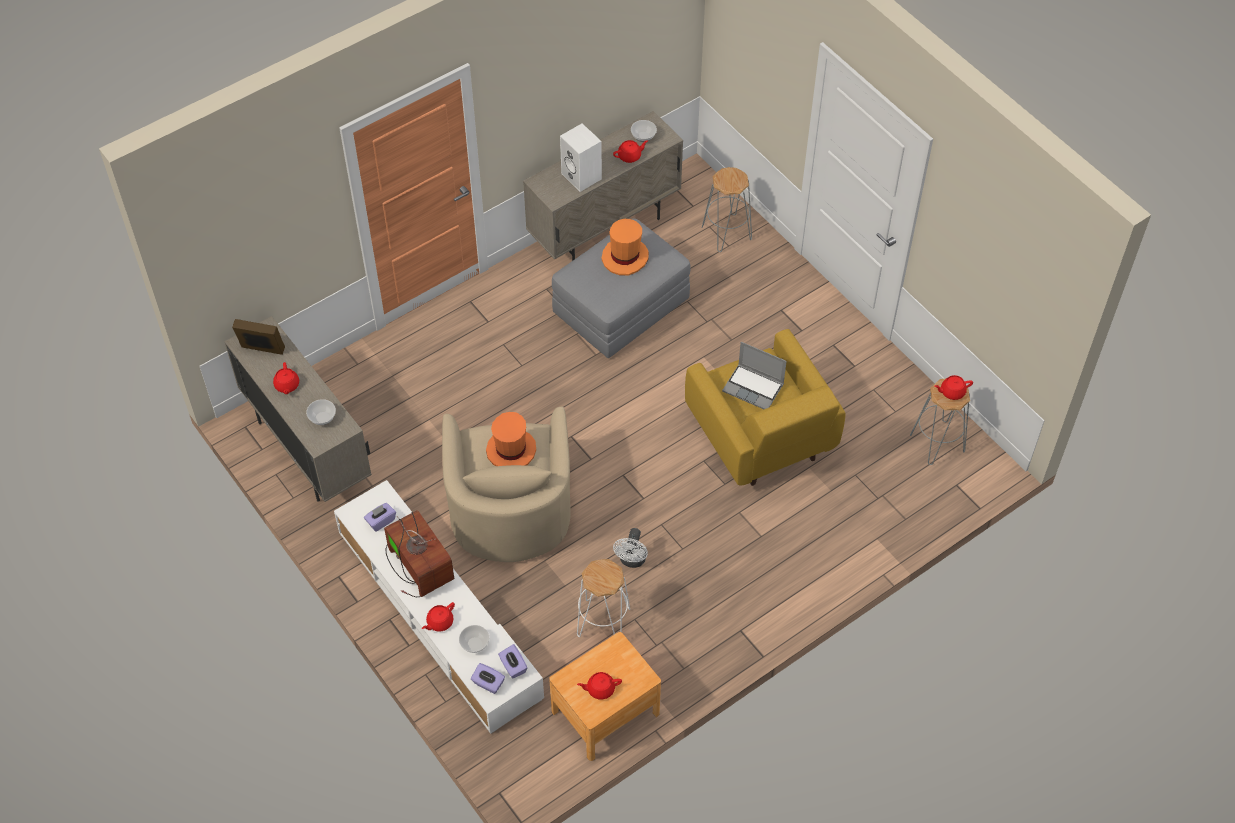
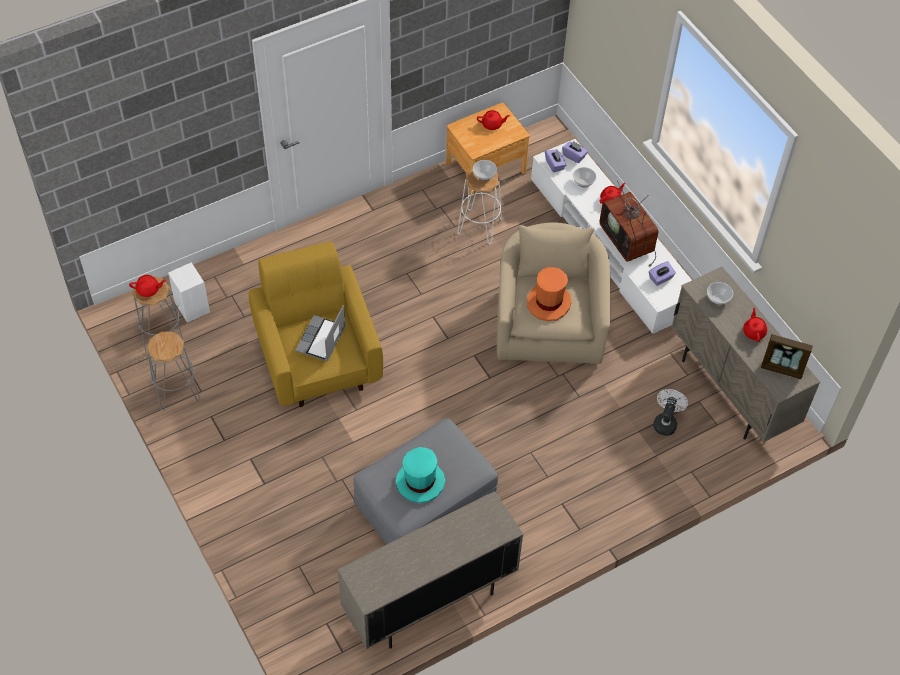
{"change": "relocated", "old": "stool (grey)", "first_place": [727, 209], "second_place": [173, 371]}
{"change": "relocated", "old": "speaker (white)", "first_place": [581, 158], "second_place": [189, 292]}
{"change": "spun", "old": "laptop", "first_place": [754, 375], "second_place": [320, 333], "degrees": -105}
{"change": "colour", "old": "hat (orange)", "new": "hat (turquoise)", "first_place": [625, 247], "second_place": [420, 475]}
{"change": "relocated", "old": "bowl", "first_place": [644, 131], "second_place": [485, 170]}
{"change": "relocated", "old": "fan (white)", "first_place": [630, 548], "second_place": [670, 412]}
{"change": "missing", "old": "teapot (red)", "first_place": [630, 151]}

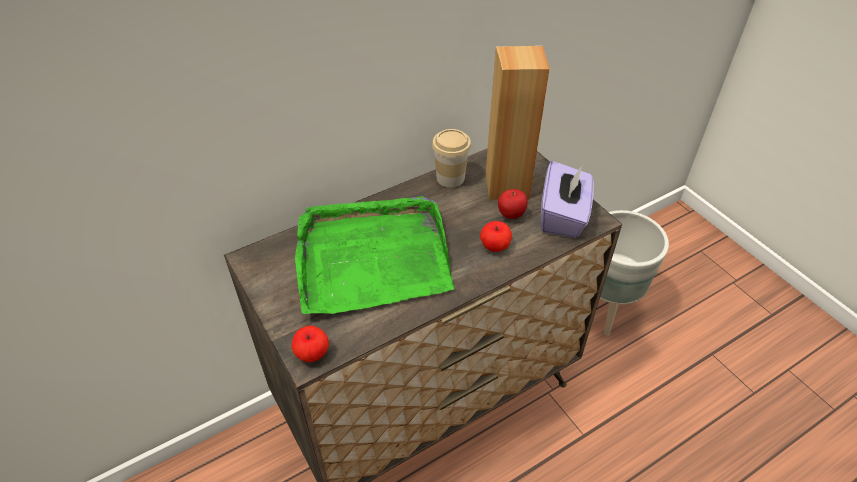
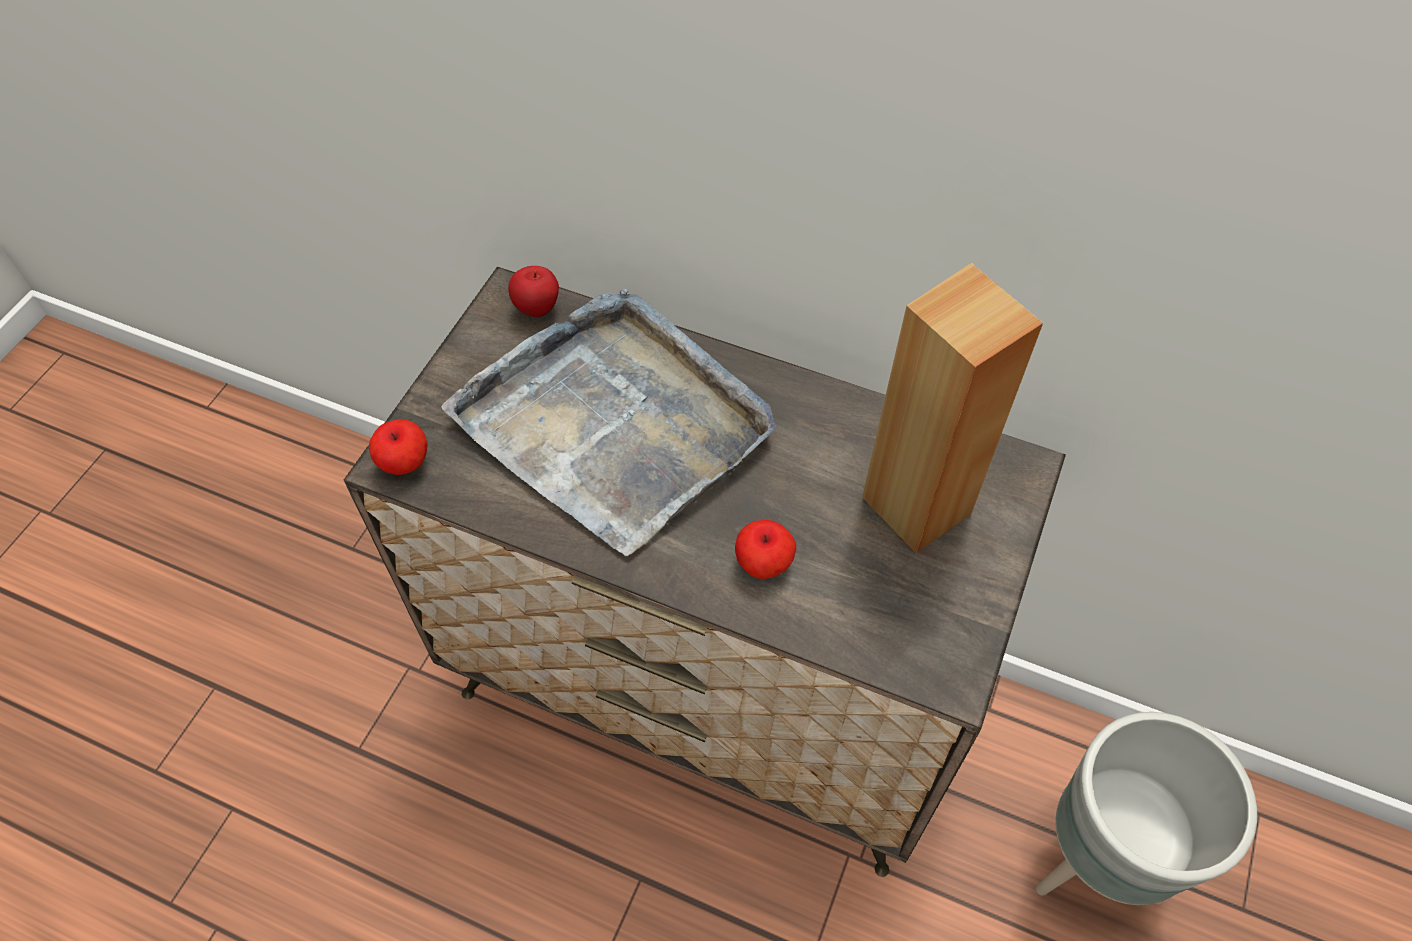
{"change": "colour", "old": "tray (green)", "new": "tray (grey)", "first_place": [374, 255], "second_place": [608, 422]}
{"change": "relocated", "old": "apple", "first_place": [513, 204], "second_place": [533, 291]}
{"change": "missing", "old": "cup", "first_place": [451, 158]}
{"change": "missing", "old": "tissue box (purple)", "first_place": [567, 199]}

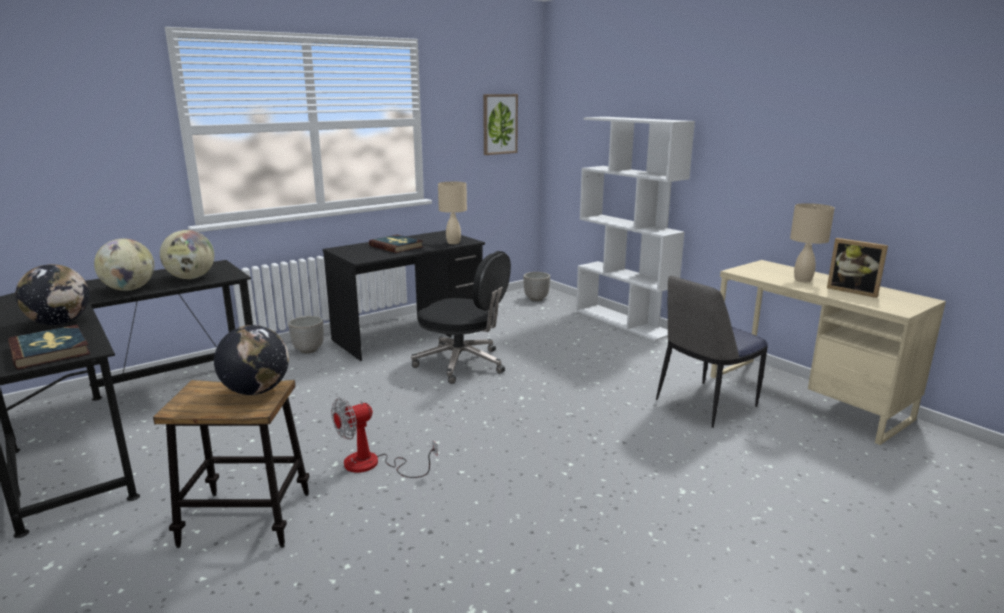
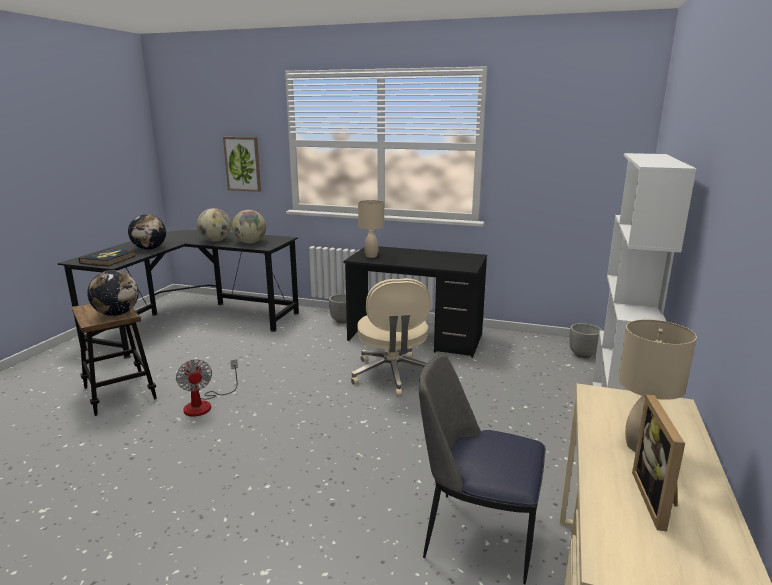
{"change": "spun", "old": "fan", "first_place": [384, 437], "second_place": [207, 388], "degrees": -135}
{"change": "relocated", "old": "picture", "first_place": [500, 124], "second_place": [242, 164]}
{"change": "colour", "old": "office chair (black)", "new": "office chair (beige)", "first_place": [461, 317], "second_place": [391, 337]}
{"change": "relocated", "old": "table lamp (beige)", "first_place": [452, 213], "second_place": [371, 229]}
{"change": "missing", "old": "book", "first_place": [396, 244]}

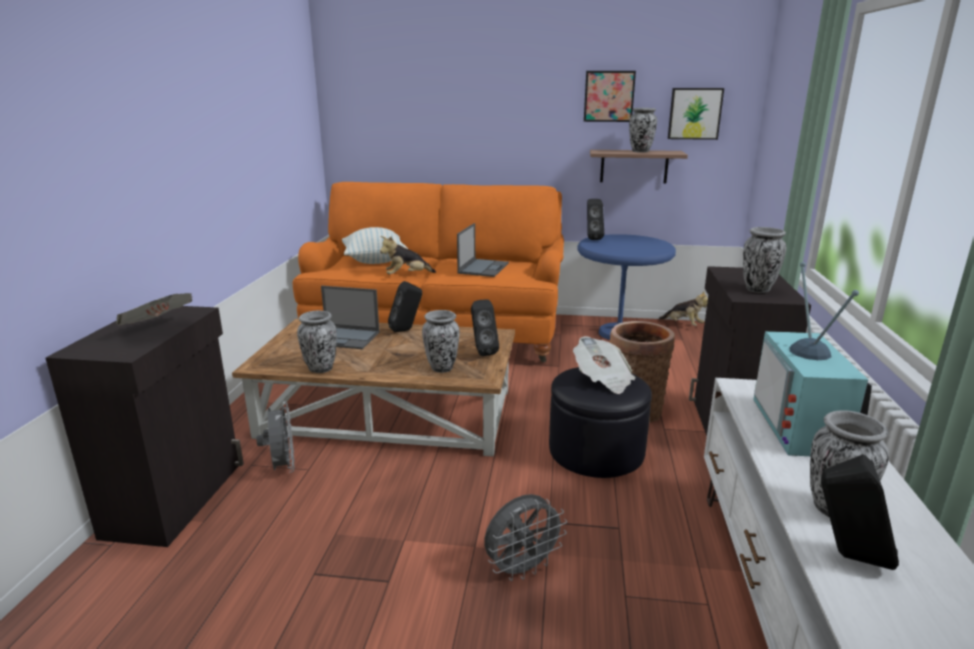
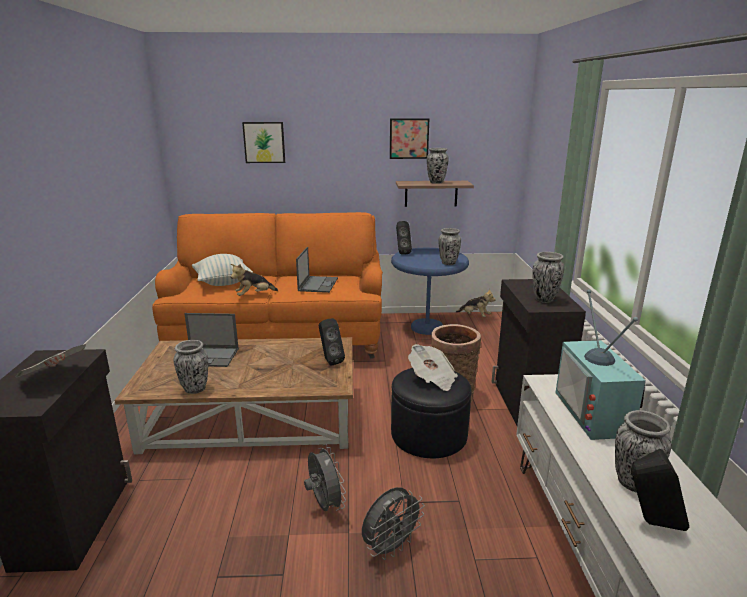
{"change": "relocated", "old": "picture", "first_place": [696, 114], "second_place": [263, 142]}
{"change": "relocated", "old": "fan (grey)", "first_place": [275, 437], "second_place": [325, 477]}
{"change": "relocated", "old": "vase", "first_place": [441, 341], "second_place": [449, 246]}
{"change": "missing", "old": "speaker (black)", "first_place": [405, 306]}

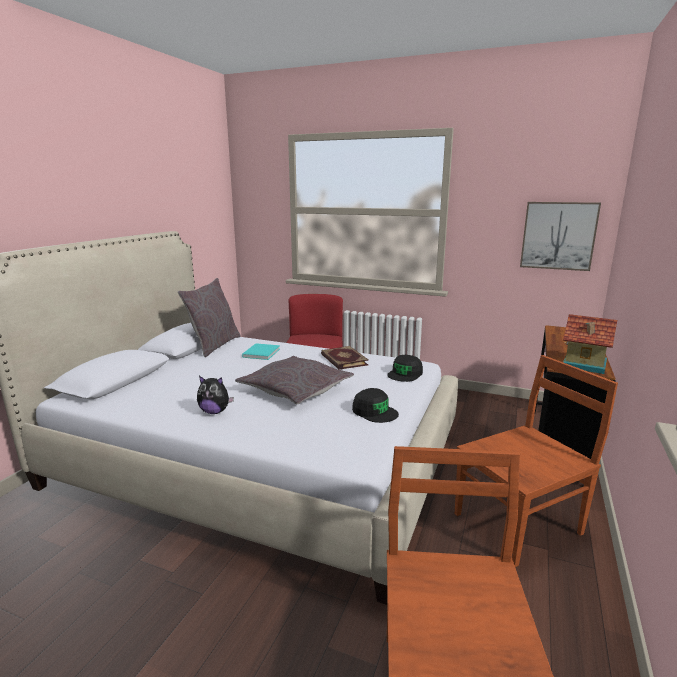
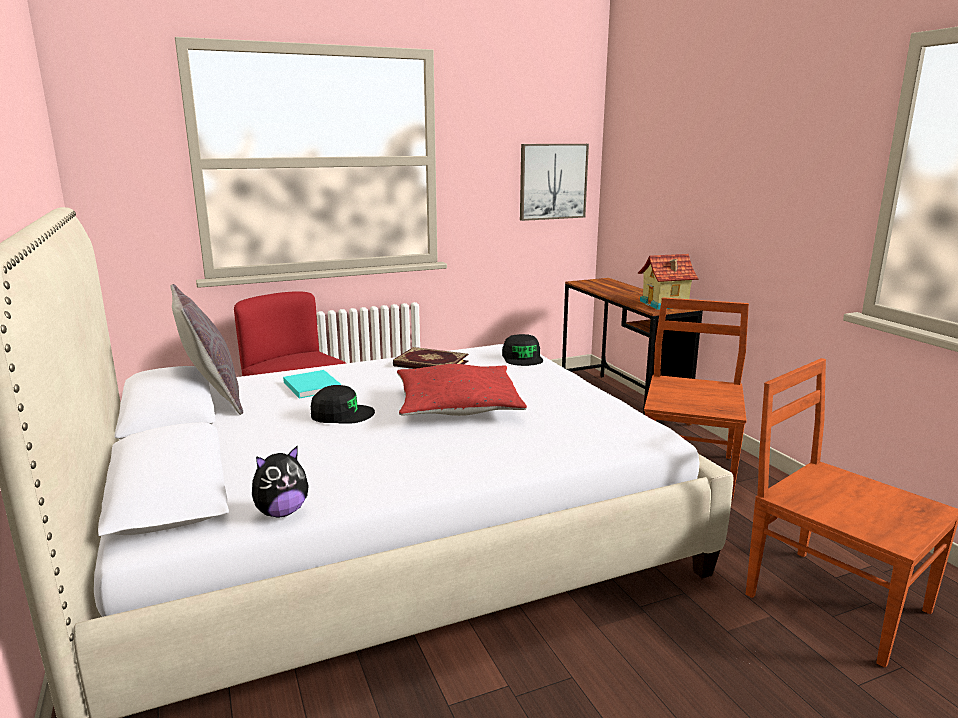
{"change": "relocated", "old": "plush toy", "first_place": [215, 395], "second_place": [280, 481]}
{"change": "relocated", "old": "cap (black)", "first_place": [375, 405], "second_place": [343, 404]}
{"change": "colour", "old": "pillow (grey)", "new": "pillow (red)", "first_place": [294, 380], "second_place": [462, 390]}

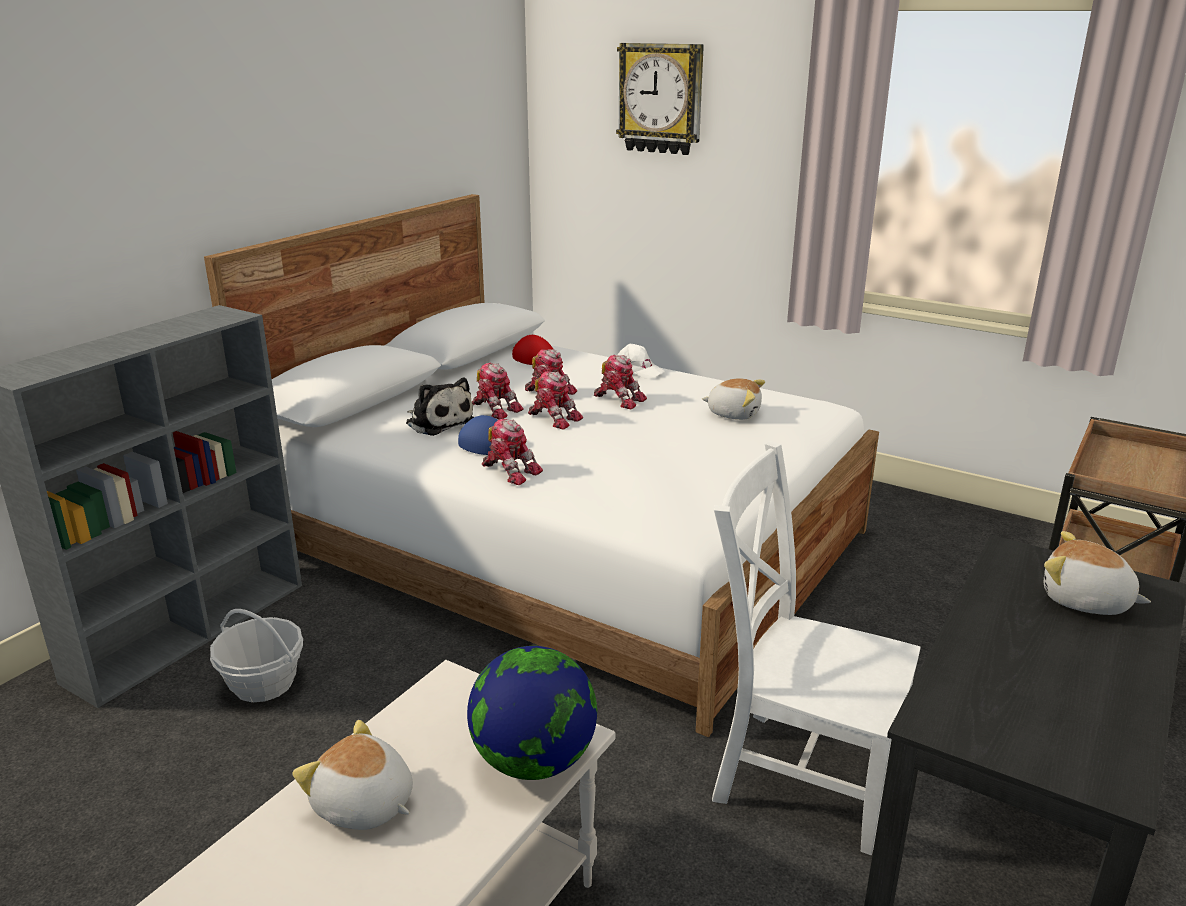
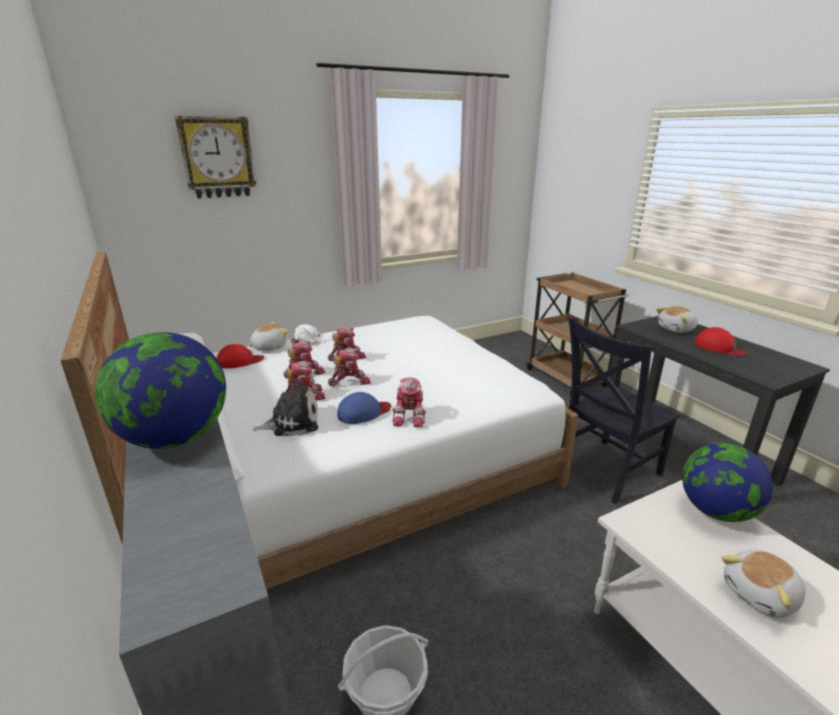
{"change": "appeared", "new": "globe", "second_place": [160, 390]}
{"change": "relocated", "old": "plush toy", "first_place": [733, 399], "second_place": [267, 336]}
{"change": "spun", "old": "toy robot", "first_place": [512, 451], "second_place": [409, 402], "degrees": 120}
{"change": "colour", "old": "chair (white)", "new": "chair (black)", "first_place": [816, 648], "second_place": [624, 410]}
{"change": "appeared", "new": "cap (red)", "second_place": [721, 341]}

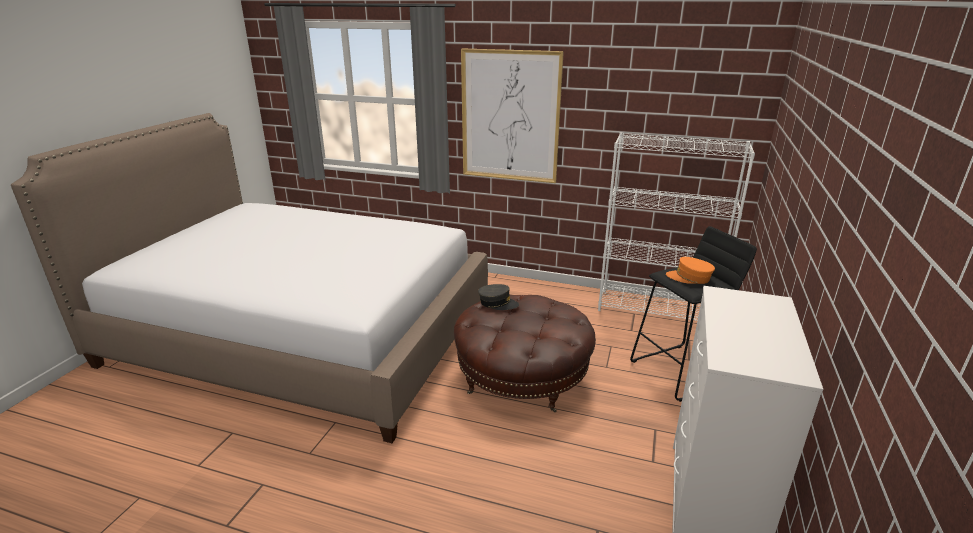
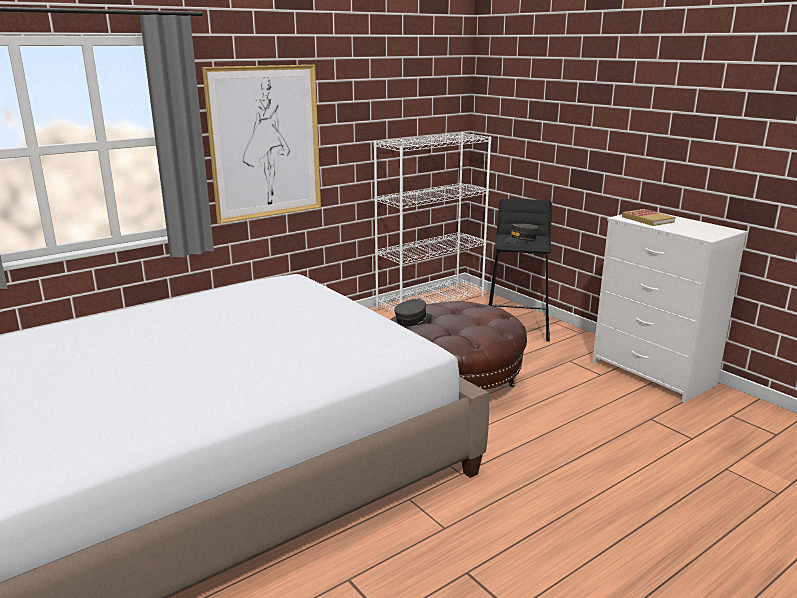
{"change": "colour", "old": "cap (orange)", "new": "cap (grey)", "first_place": [690, 270], "second_place": [521, 233]}
{"change": "appeared", "new": "book", "second_place": [649, 217]}

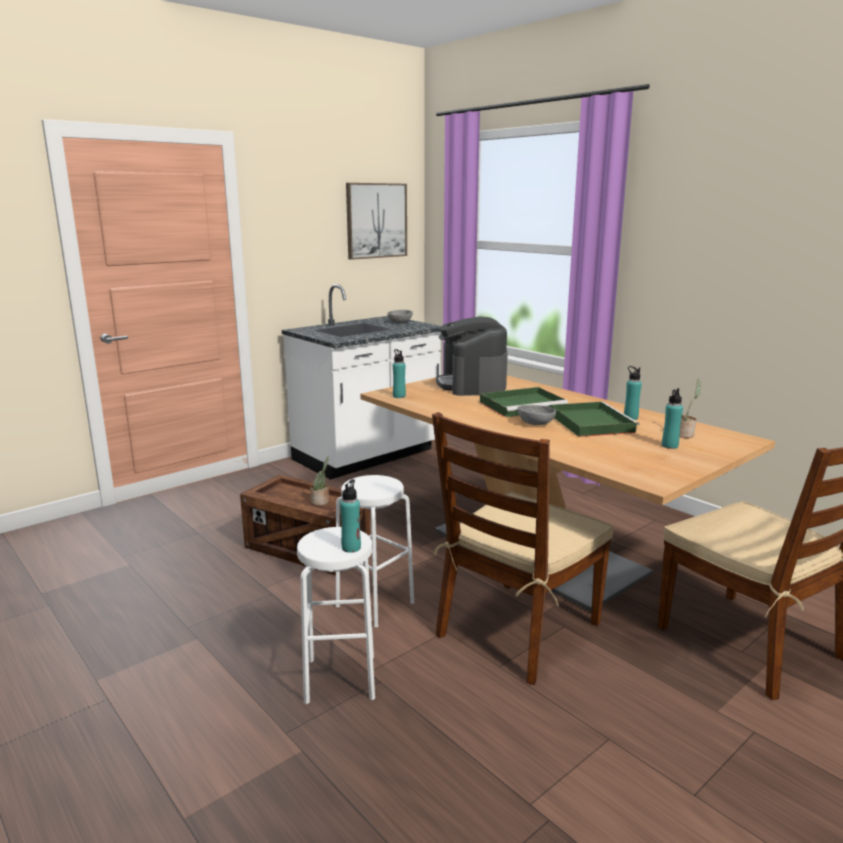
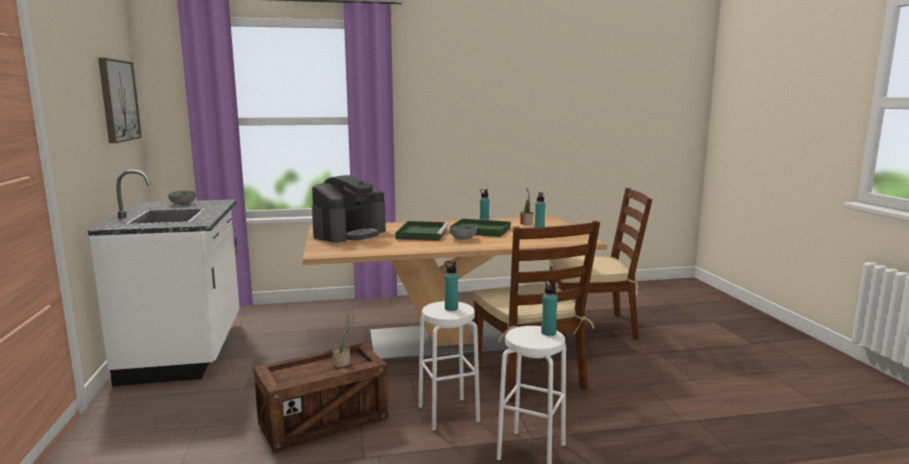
{"change": "spun", "old": "coffee machine", "first_place": [472, 356], "second_place": [349, 209], "degrees": -75}
{"change": "relocated", "old": "bottle (turquoise)", "first_place": [399, 373], "second_place": [451, 286]}

